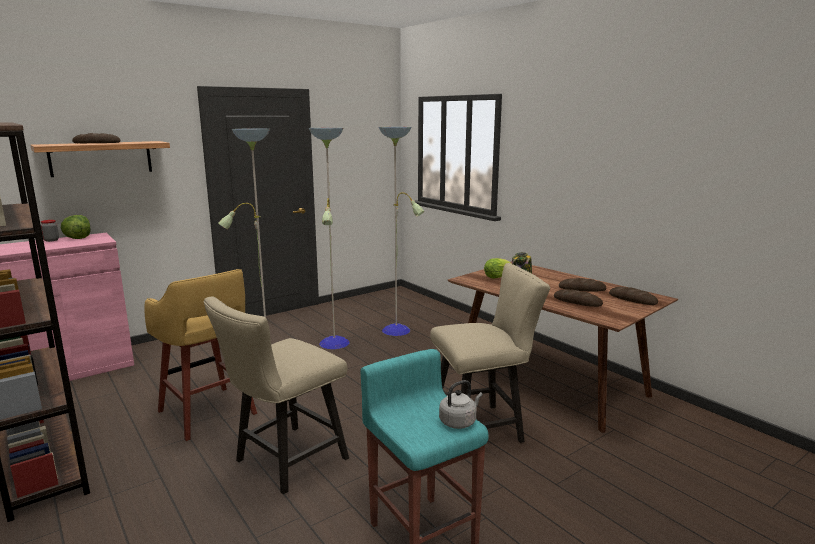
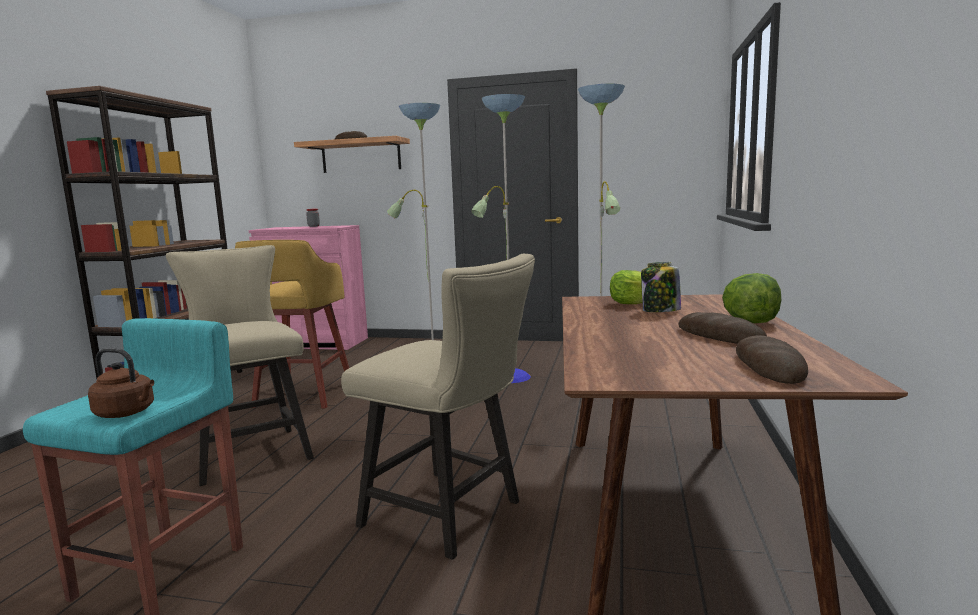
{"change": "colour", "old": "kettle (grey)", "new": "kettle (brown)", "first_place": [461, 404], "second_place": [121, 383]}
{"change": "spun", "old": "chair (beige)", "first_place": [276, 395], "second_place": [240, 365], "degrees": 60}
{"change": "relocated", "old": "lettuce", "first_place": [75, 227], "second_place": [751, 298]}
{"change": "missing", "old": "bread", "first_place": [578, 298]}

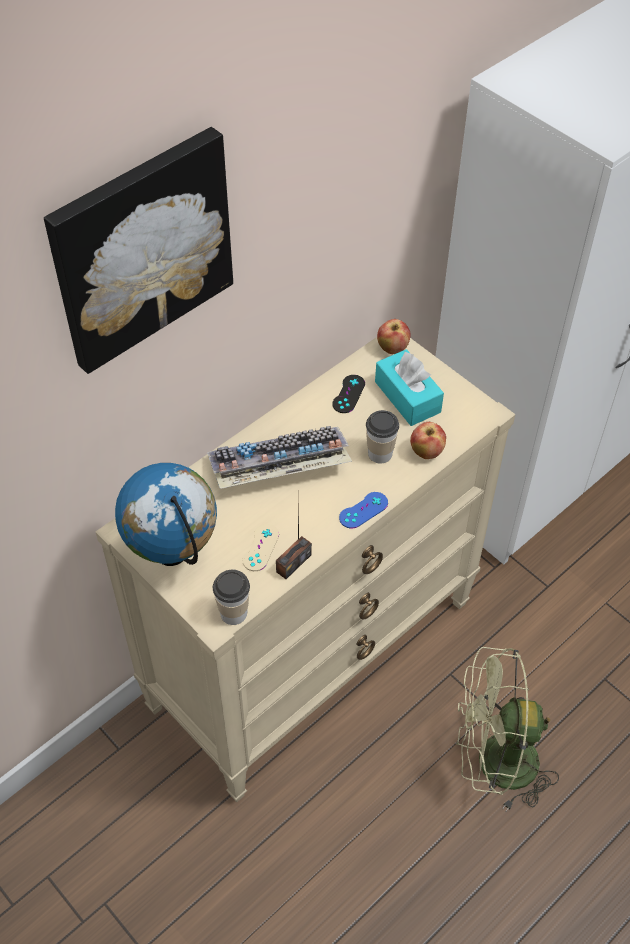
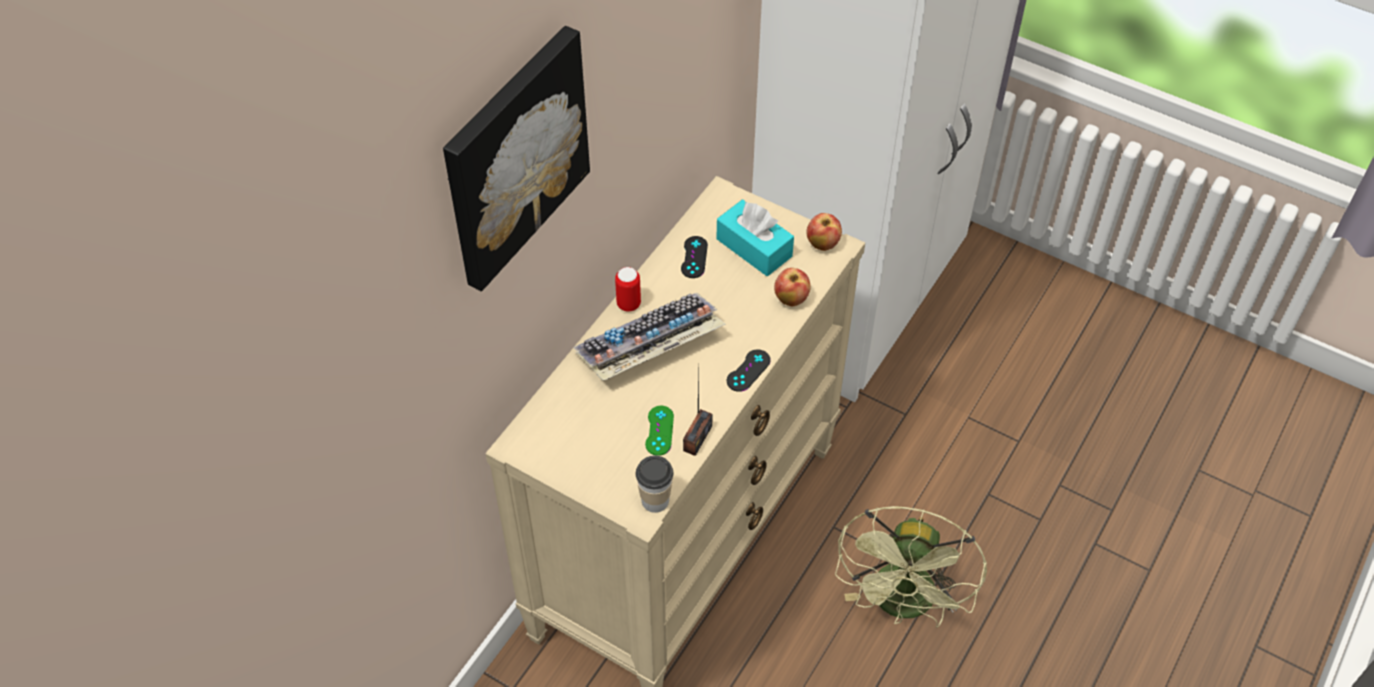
{"change": "appeared", "new": "can", "second_place": [628, 289]}
{"change": "colour", "old": "game controller (beige)", "new": "game controller (green)", "first_place": [260, 547], "second_place": [659, 431]}
{"change": "colour", "old": "game controller (blue)", "new": "game controller (black)", "first_place": [363, 510], "second_place": [749, 370]}
{"change": "relocated", "old": "apple", "first_place": [394, 336], "second_place": [824, 232]}
{"change": "spun", "old": "fan (green)", "first_place": [508, 729], "second_place": [911, 567], "degrees": -60}
{"change": "missing", "old": "globe", "first_place": [166, 514]}
{"change": "missing", "old": "cup", "first_place": [382, 436]}

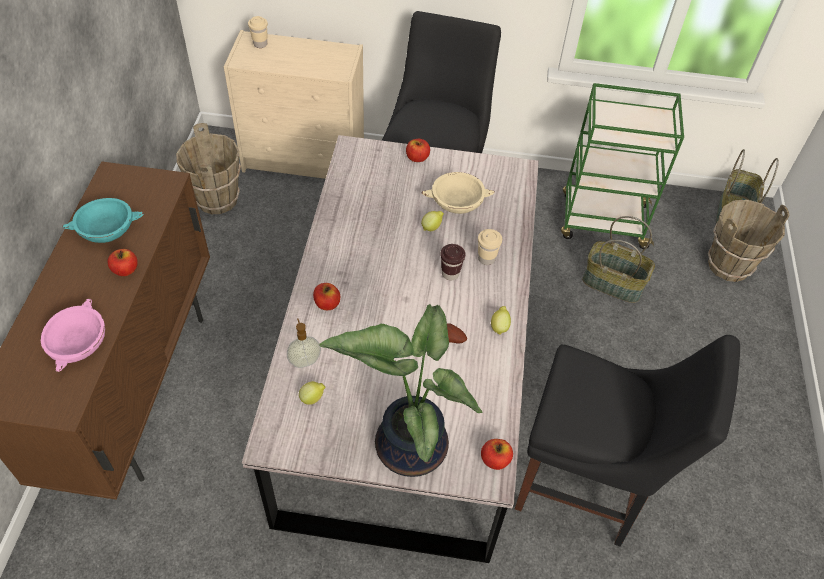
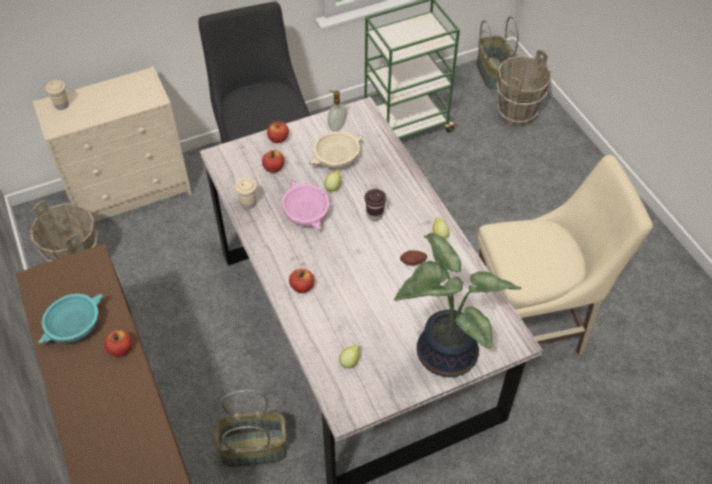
{"change": "relocated", "old": "basket", "first_place": [618, 259], "second_place": [250, 428]}
{"change": "relocated", "old": "cup (beige)", "first_place": [490, 247], "second_place": [246, 193]}
{"change": "relocated", "old": "apple", "first_place": [497, 454], "second_place": [273, 161]}
{"change": "relocated", "old": "bowl (pink)", "first_place": [72, 335], "second_place": [306, 205]}
{"change": "relocated", "old": "soap dispenser", "first_place": [304, 343], "second_place": [337, 111]}
{"change": "colour", "old": "chair (black)", "new": "chair (beige)", "first_place": [627, 441], "second_place": [565, 255]}

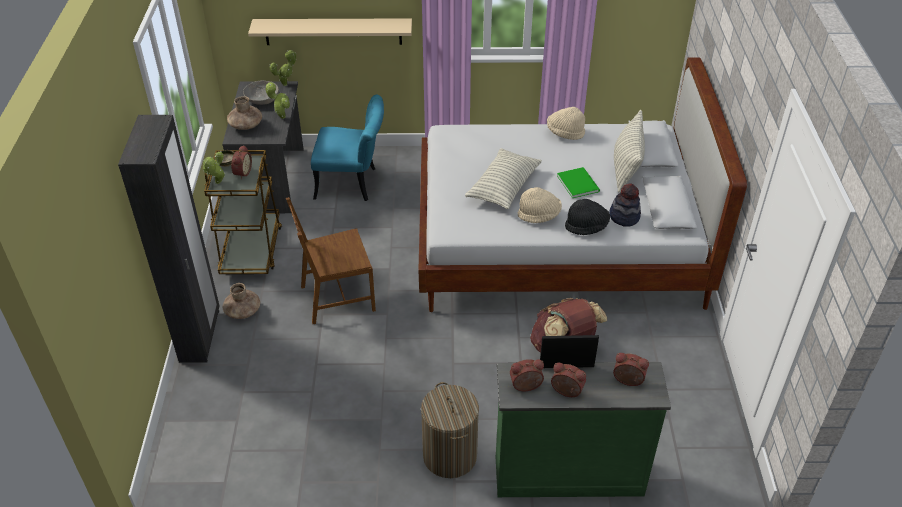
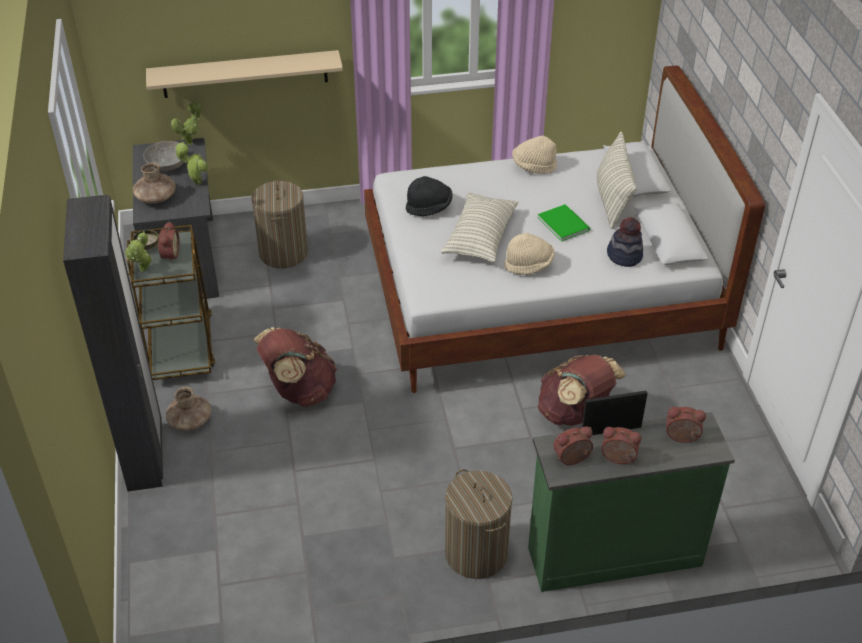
{"change": "exchanged", "old": "chair (turquoise)", "new": "laundry basket", "first_place": [347, 148], "second_place": [279, 224]}
{"change": "exchanged", "old": "chair (brown)", "new": "backpack (brown)", "first_place": [331, 260], "second_place": [295, 367]}
{"change": "relocated", "old": "hat (black)", "first_place": [587, 217], "second_place": [429, 196]}

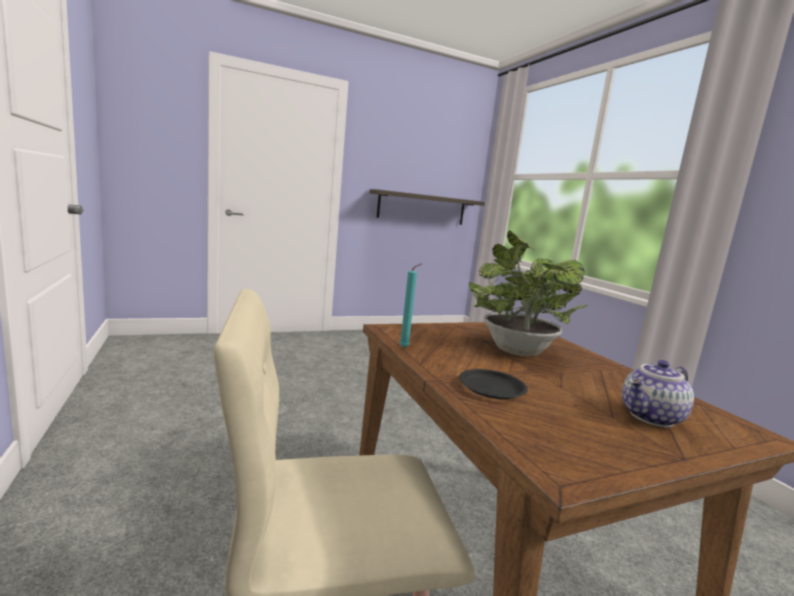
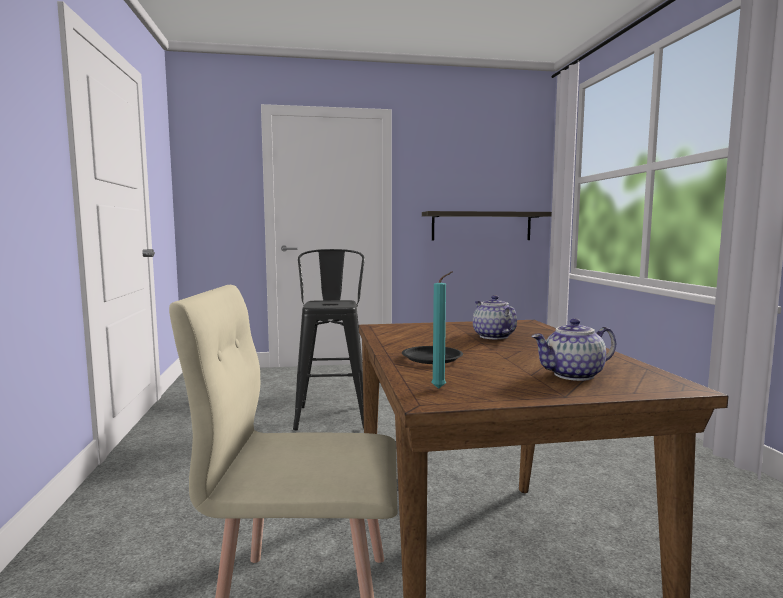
{"change": "appeared", "new": "stool (black)", "second_place": [329, 339]}
{"change": "relocated", "old": "candle (turquoise)", "first_place": [411, 305], "second_place": [442, 330]}
{"change": "exchanged", "old": "potted plant", "new": "teapot", "first_place": [528, 293], "second_place": [495, 317]}

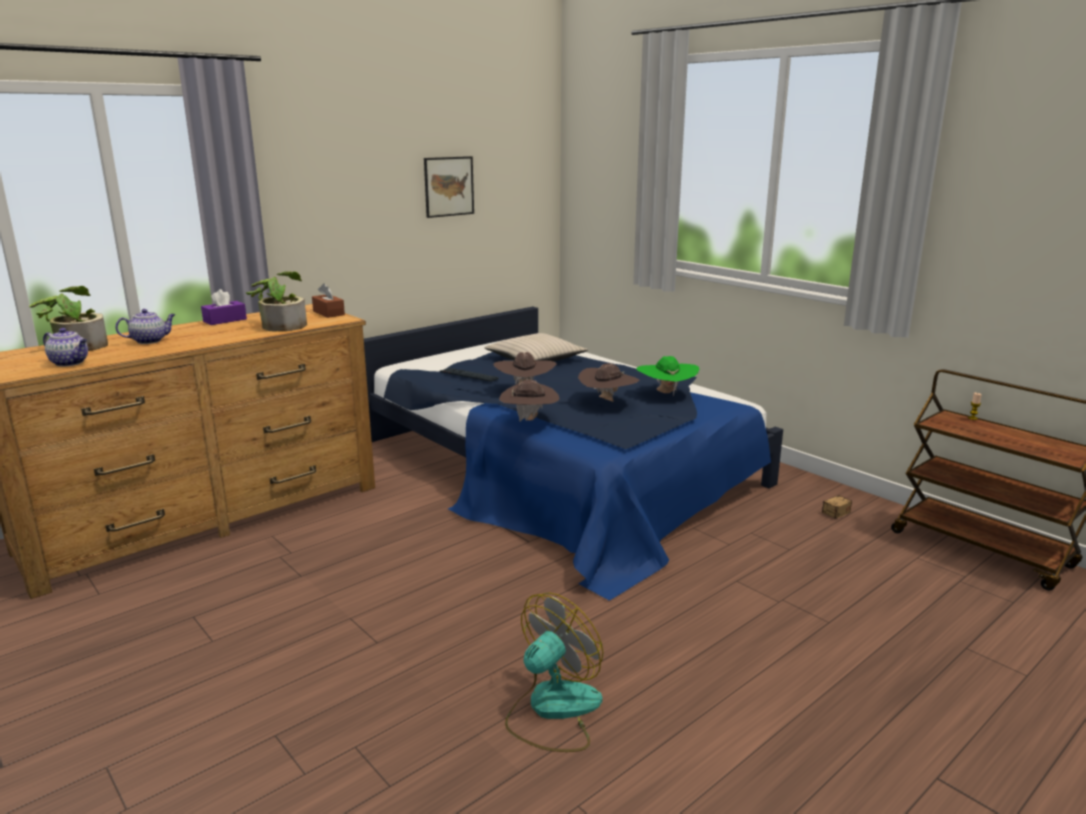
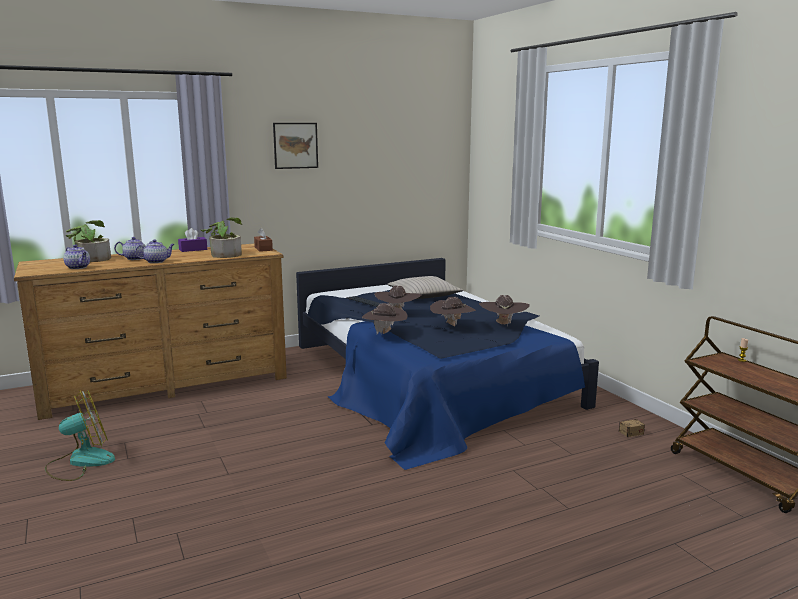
{"change": "relocated", "old": "fan", "first_place": [554, 672], "second_place": [80, 435]}
{"change": "appeared", "new": "teapot", "second_place": [155, 251]}
{"change": "relocated", "old": "picture", "first_place": [449, 187], "second_place": [295, 146]}
{"change": "colour", "old": "hat (green)", "new": "hat (brown)", "first_place": [667, 376], "second_place": [504, 311]}

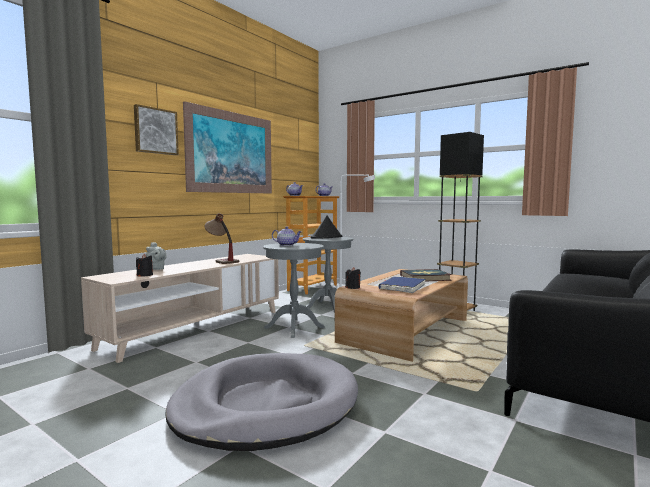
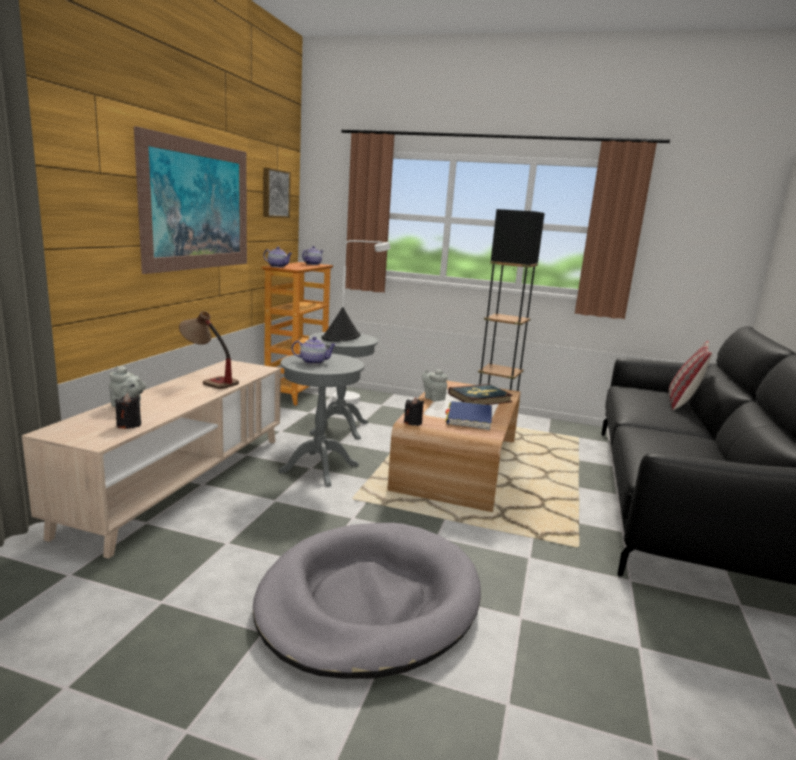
{"change": "relocated", "old": "picture", "first_place": [156, 129], "second_place": [277, 193]}
{"change": "appeared", "new": "teapot (grey)", "second_place": [434, 385]}
{"change": "appeared", "new": "pillow", "second_place": [690, 375]}

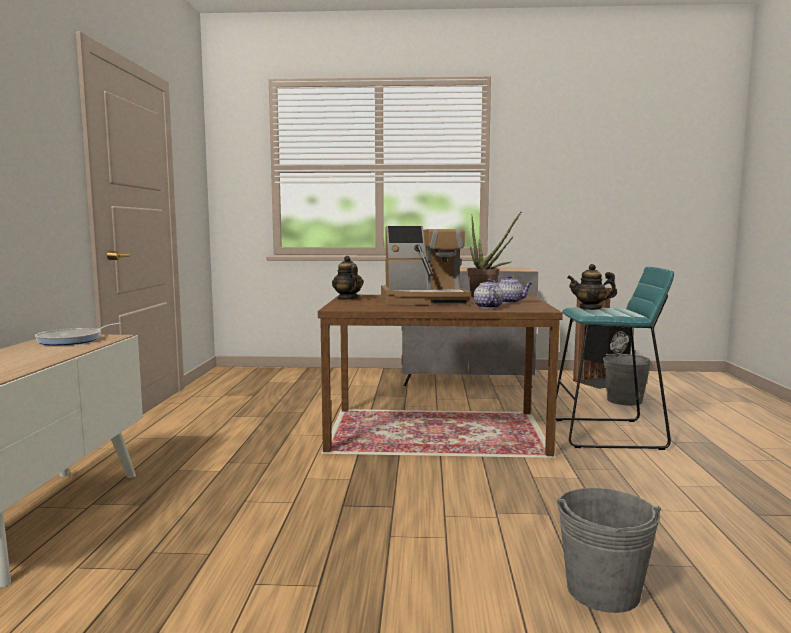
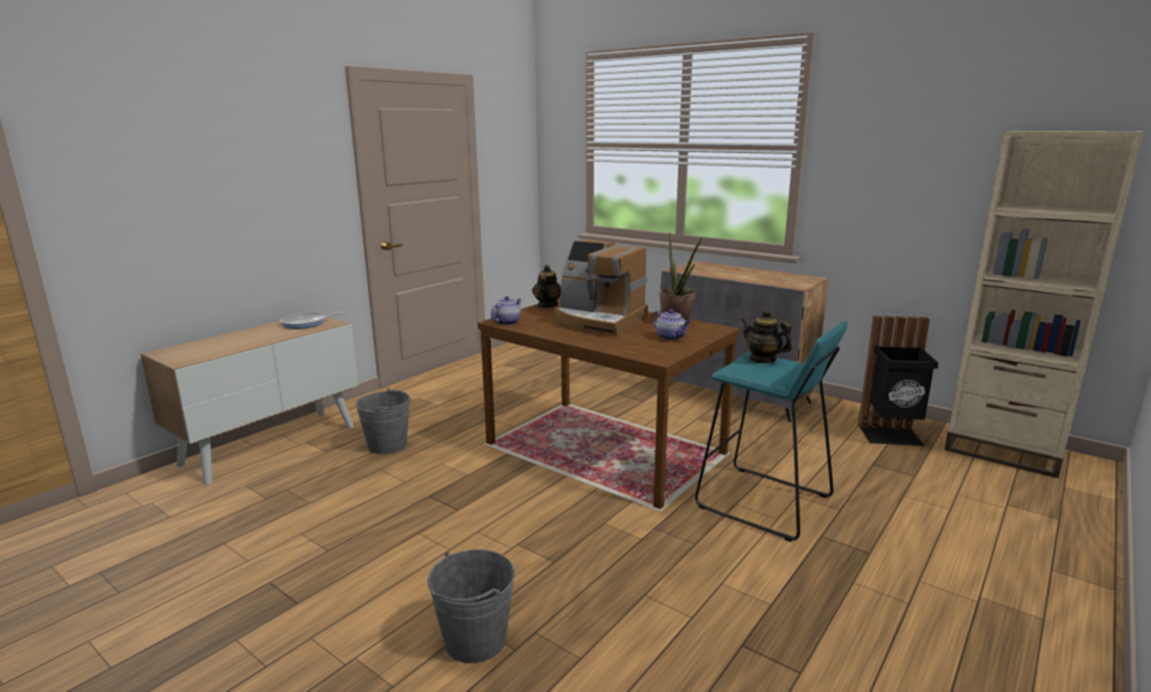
{"change": "relocated", "old": "bucket (grey)", "first_place": [627, 379], "second_place": [383, 421]}
{"change": "relocated", "old": "teapot", "first_place": [489, 293], "second_place": [506, 310]}
{"change": "appeared", "new": "bookcase (beige)", "second_place": [1043, 304]}

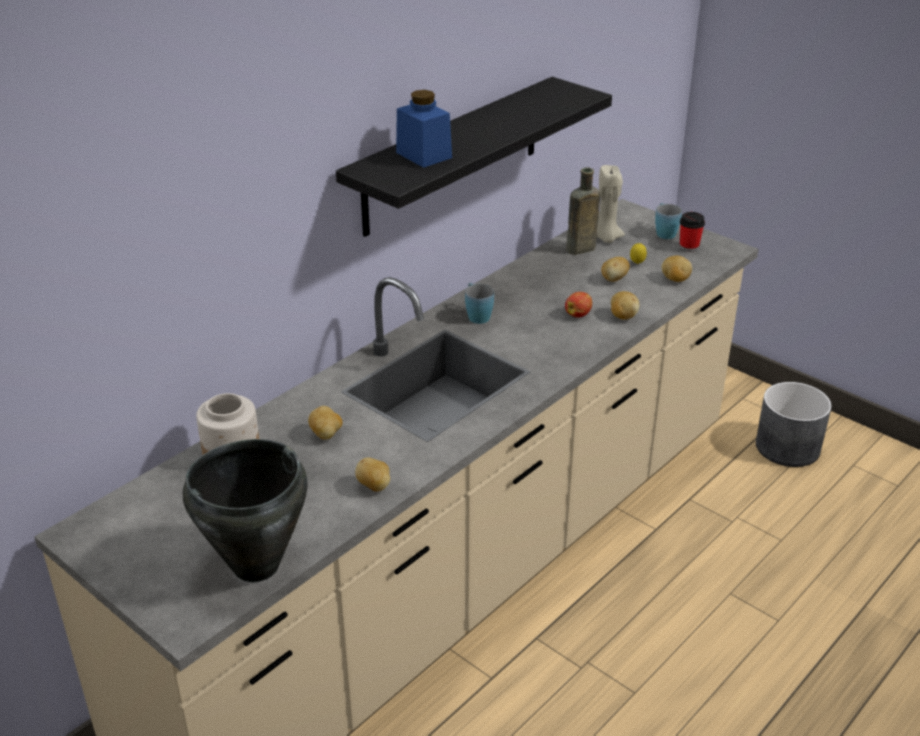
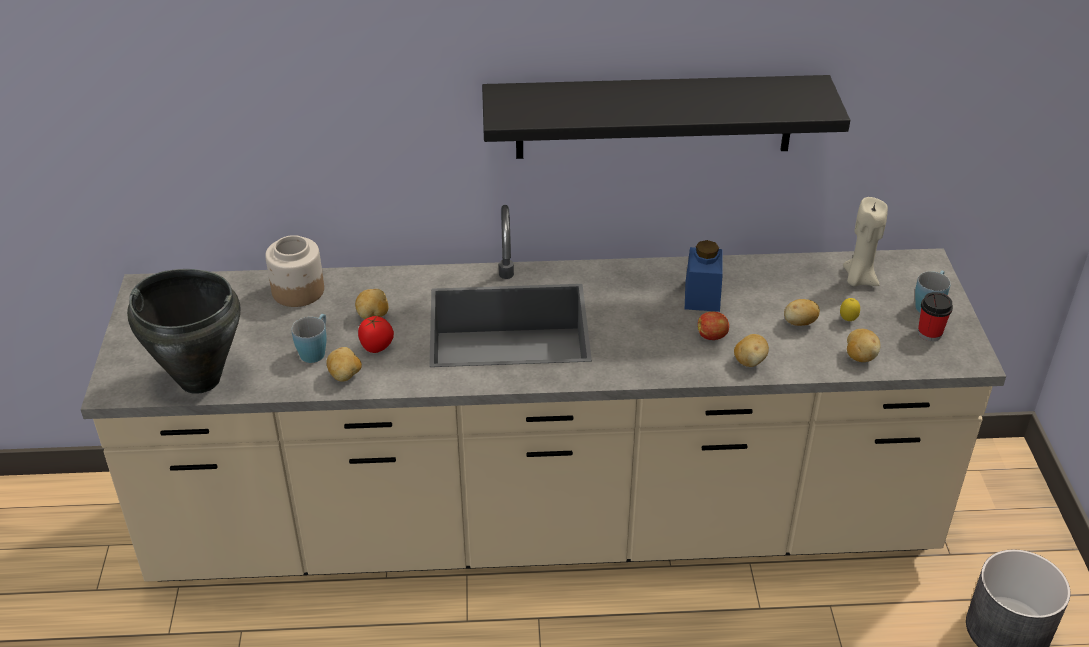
{"change": "relocated", "old": "mug (blue)", "first_place": [479, 303], "second_place": [309, 338]}
{"change": "appeared", "new": "tomato", "second_place": [376, 334]}
{"change": "relocated", "old": "jar (blue)", "first_place": [424, 129], "second_place": [704, 276]}
{"change": "missing", "old": "bottle (brown)", "first_place": [583, 211]}

